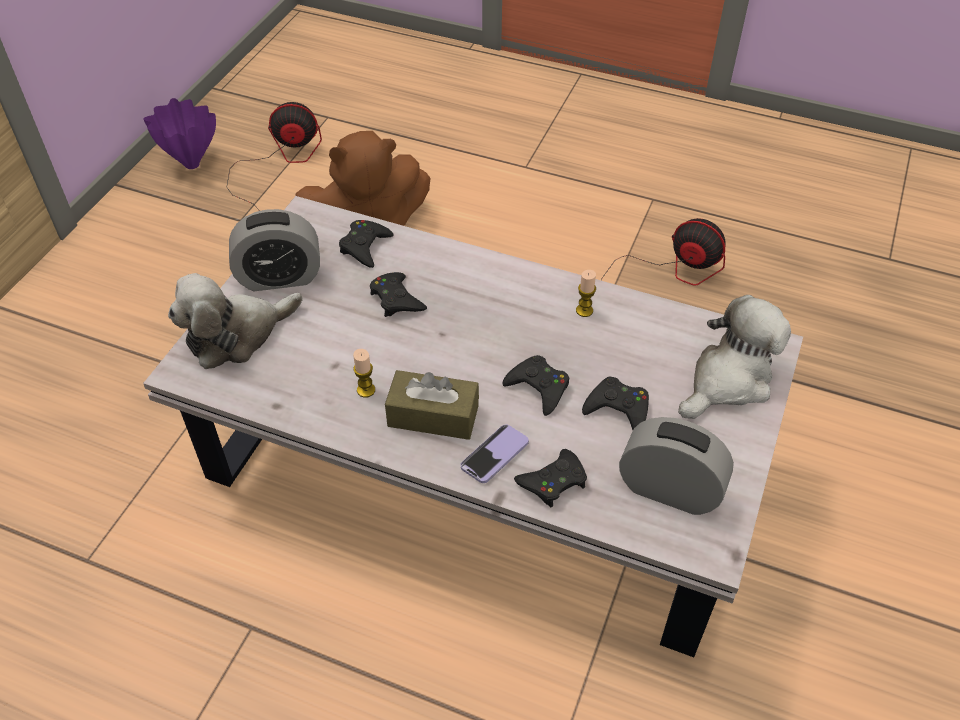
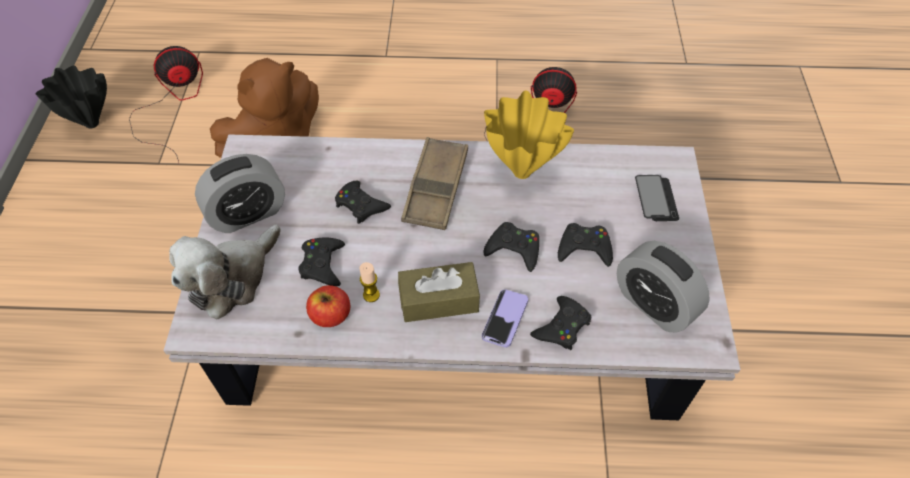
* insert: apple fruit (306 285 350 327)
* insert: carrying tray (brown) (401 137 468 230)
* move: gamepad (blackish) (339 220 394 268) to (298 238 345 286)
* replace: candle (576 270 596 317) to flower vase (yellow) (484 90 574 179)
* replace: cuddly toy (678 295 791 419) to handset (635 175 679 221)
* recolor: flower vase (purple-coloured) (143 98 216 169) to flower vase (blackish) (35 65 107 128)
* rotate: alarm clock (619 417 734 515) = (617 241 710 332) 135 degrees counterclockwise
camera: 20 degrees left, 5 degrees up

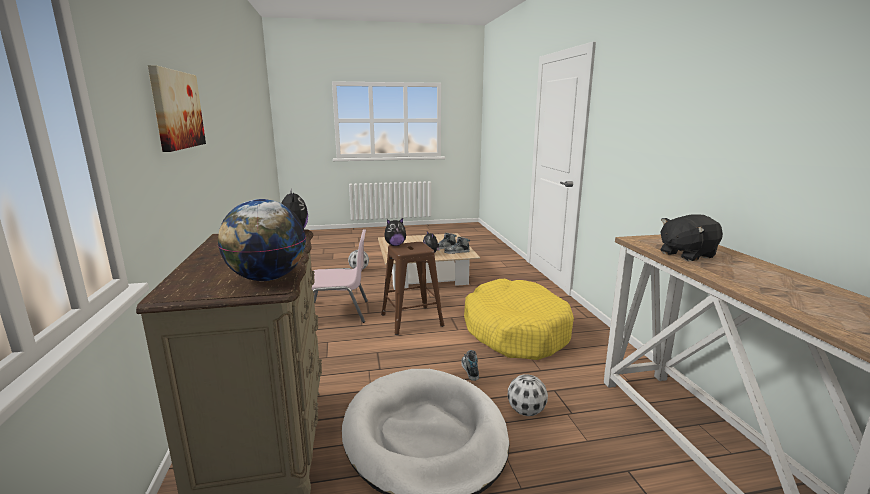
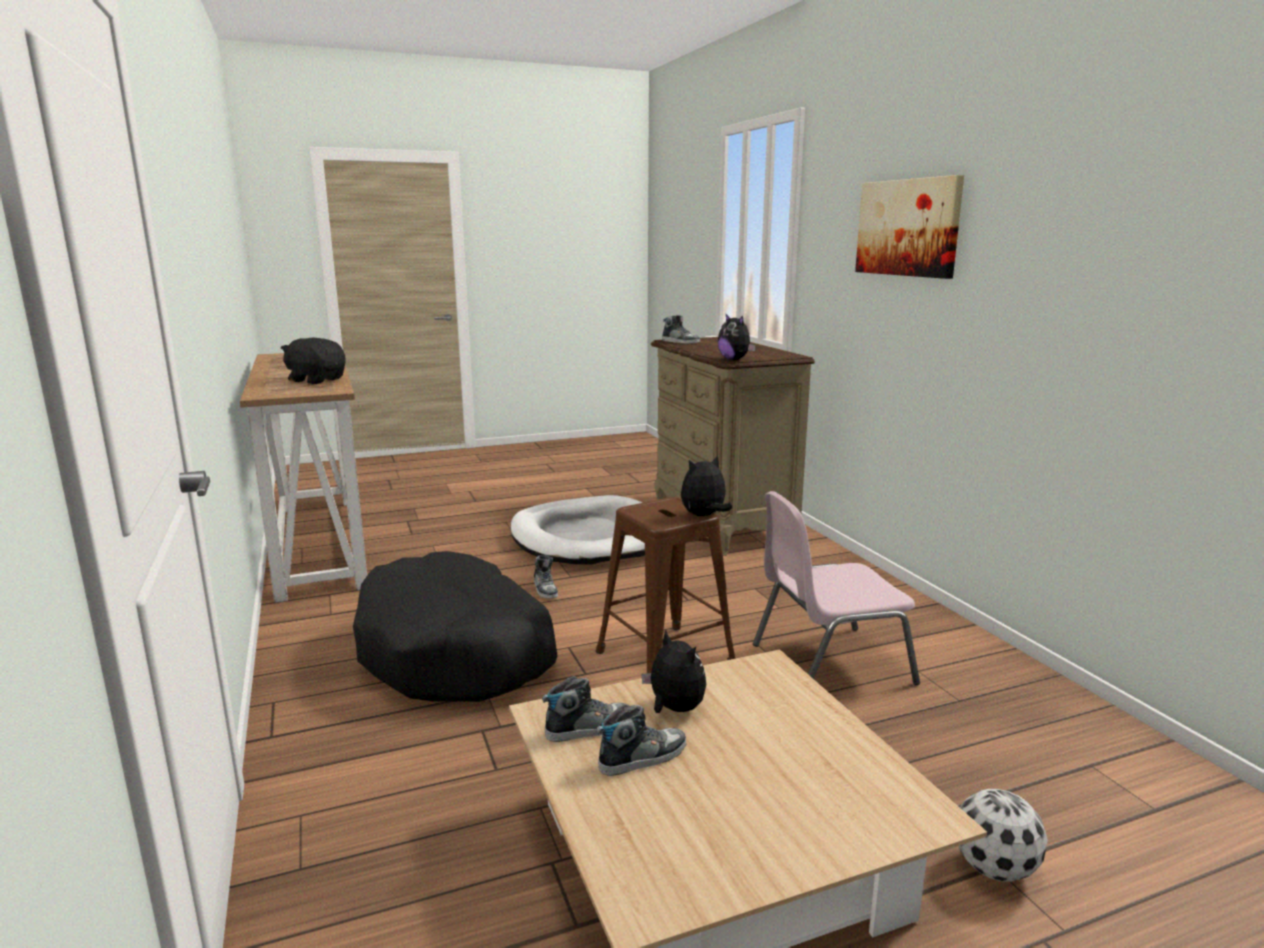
* delete: football (508 374 548 416)
* replace: globe (218 199 306 281) to shoe (662 315 700 344)
* recolor: dog cushion (yellow) (464 279 574 360) to dog cushion (blackish) (353 551 558 702)
* rotate: cuddly toy (blackish) (660 214 723 261) = (281 338 346 384) 120 degrees counterclockwise
camera: 170 degrees right, 0 degrees up

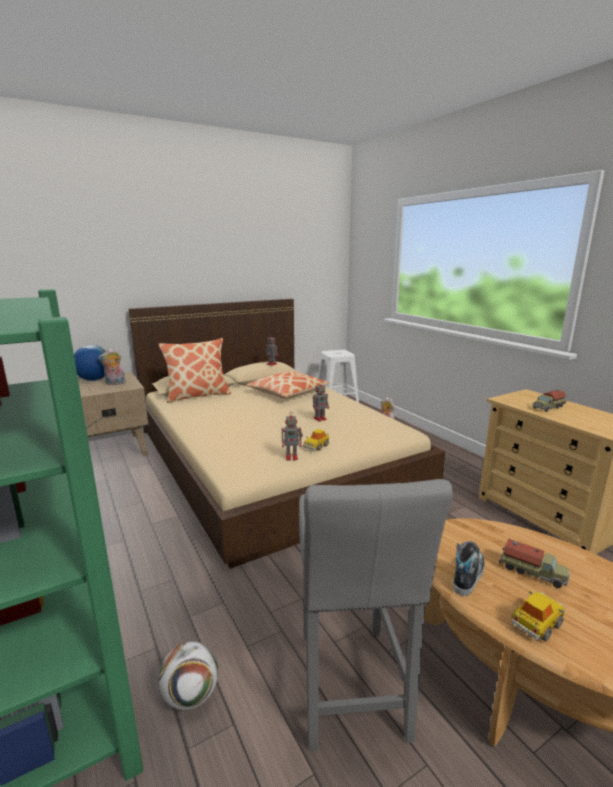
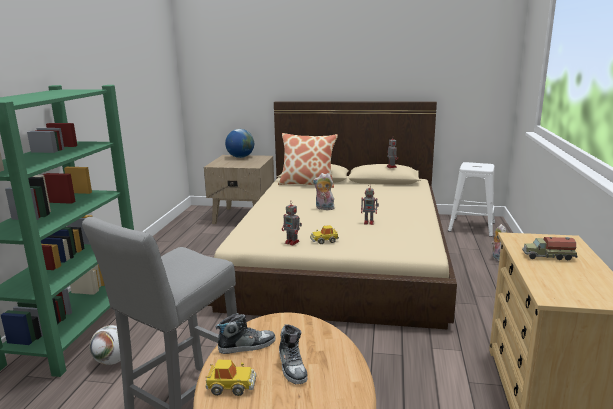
* delete: throw pillow (246 371 329 399)
* move: cuddly toy (98 348 126 385) to (313 173 335 210)
* replace: toy lorry (499 539 570 588) to shoe (279 324 308 384)
camera: 40 degrees right, 0 degrees up

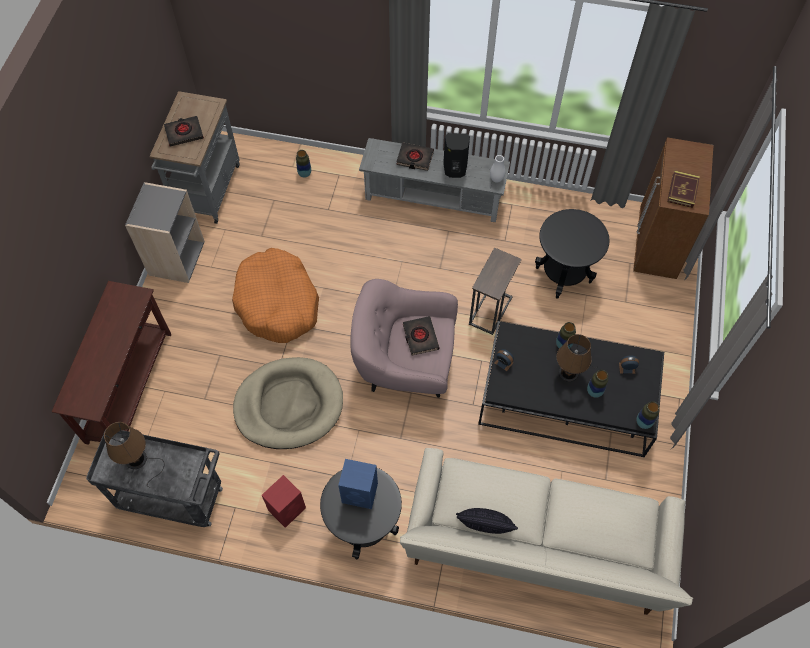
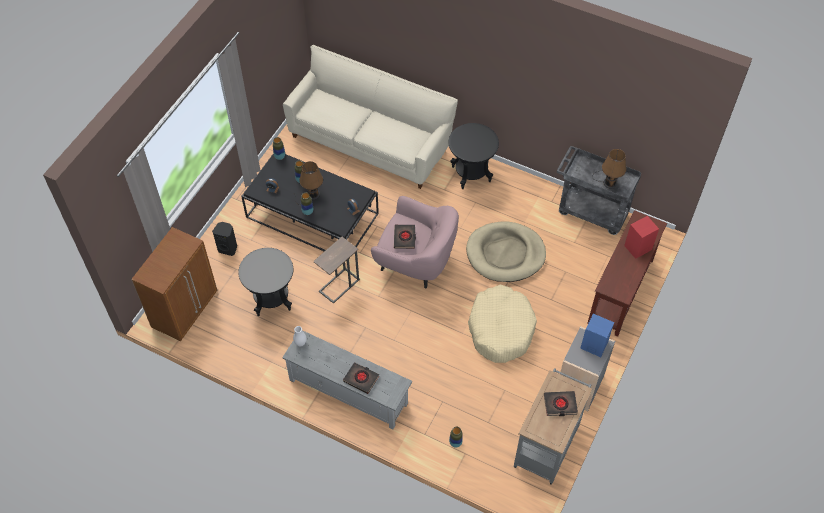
* delete: throw pillow (456 508 518 534)
* delete: bound book (667 170 700 208)
* move: loudspeaker (reddish) (262 475 306 528) to (624 216 659 259)
* move: loudspeaker (blue-coloured) (338 459 378 509) to (580 314 614 357)
* move: loudspeaker (blackish) (443 133 470 178) to (212 222 237 256)
* recolor: dog cushion (orange-coloured) (232 248 319 343) to dog cushion (beige) (468 285 537 363)
camera: 165 degrees left, 5 degrees down

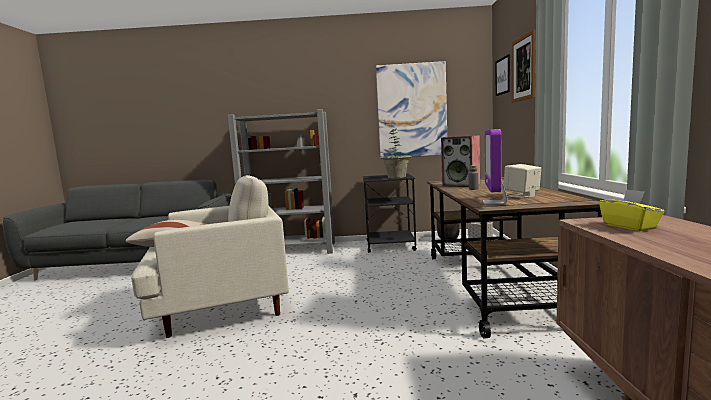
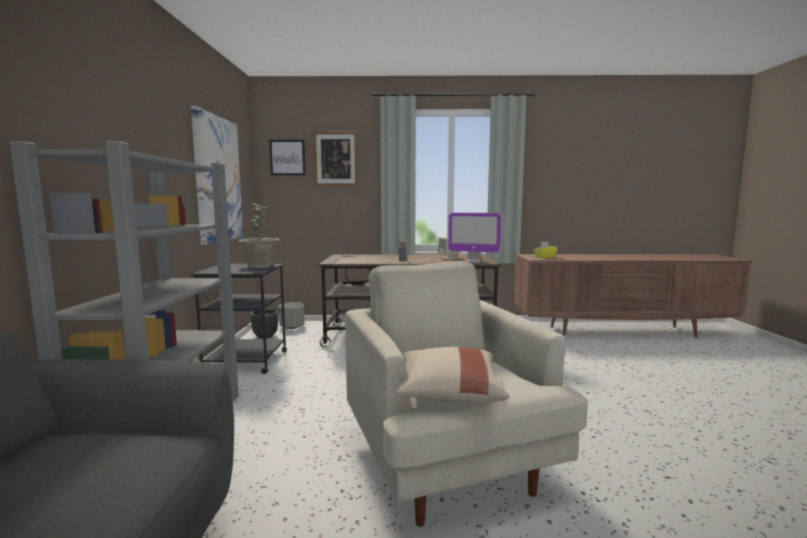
* delete: loudspeaker (441 135 480 187)
camera: 90 degrees left, 0 degrees up

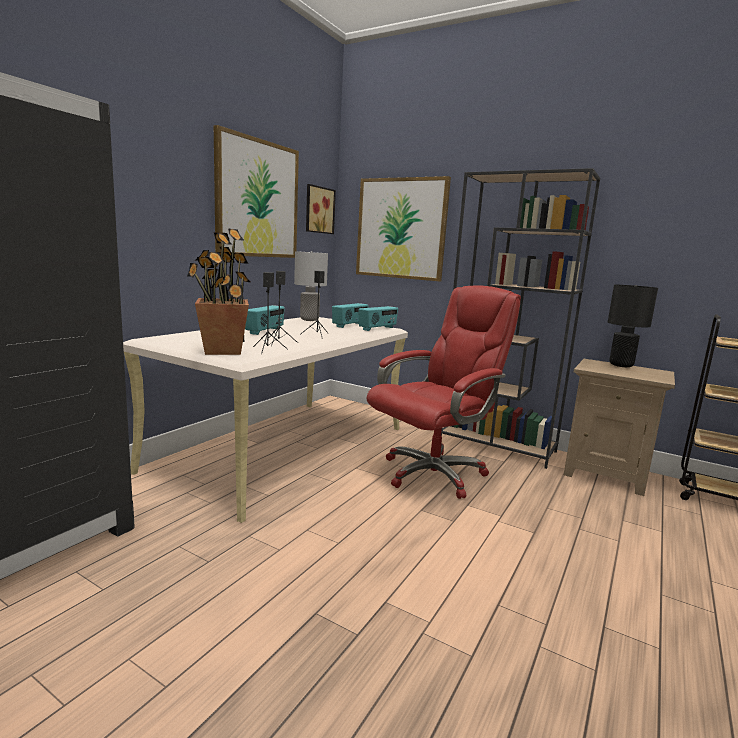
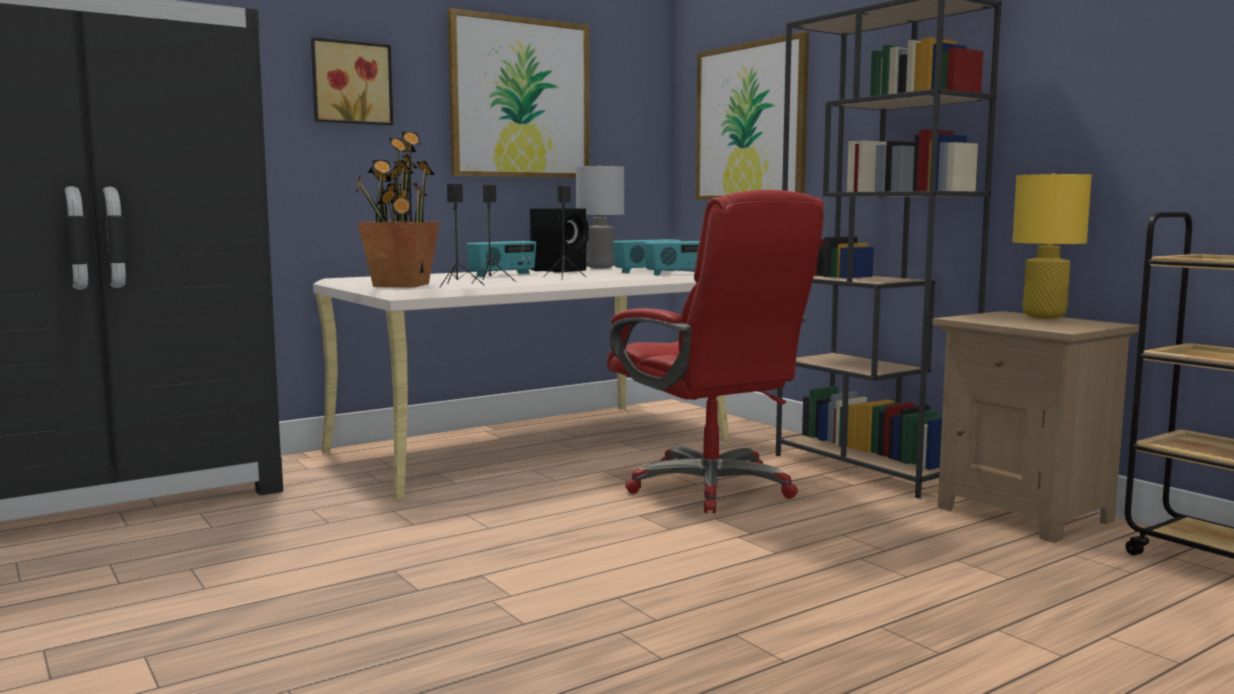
* insert: loudspeaker (blackish) (530 208 588 273)
* move: wall picture (306 184 336 234) to (311 37 393 125)
* recolor: table lamp (blackish) (608 285 658 367) to table lamp (yellow) (1012 173 1092 319)
* rotate: office chair (reddish) (367 285 521 499) = (607 190 824 513) 75 degrees clockwise
camera: 25 degrees right, 5 degrees down

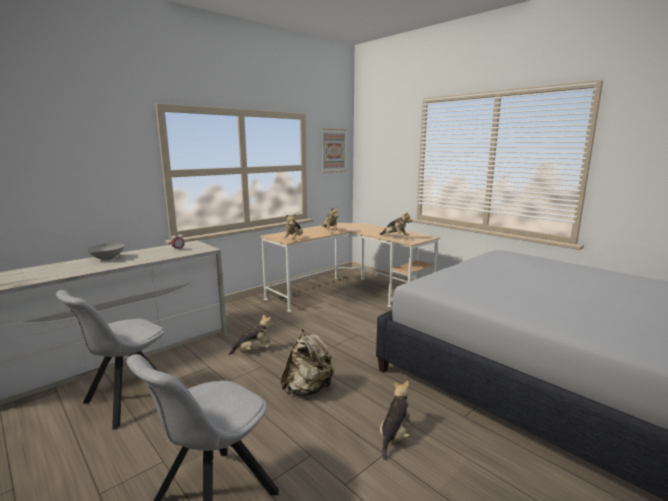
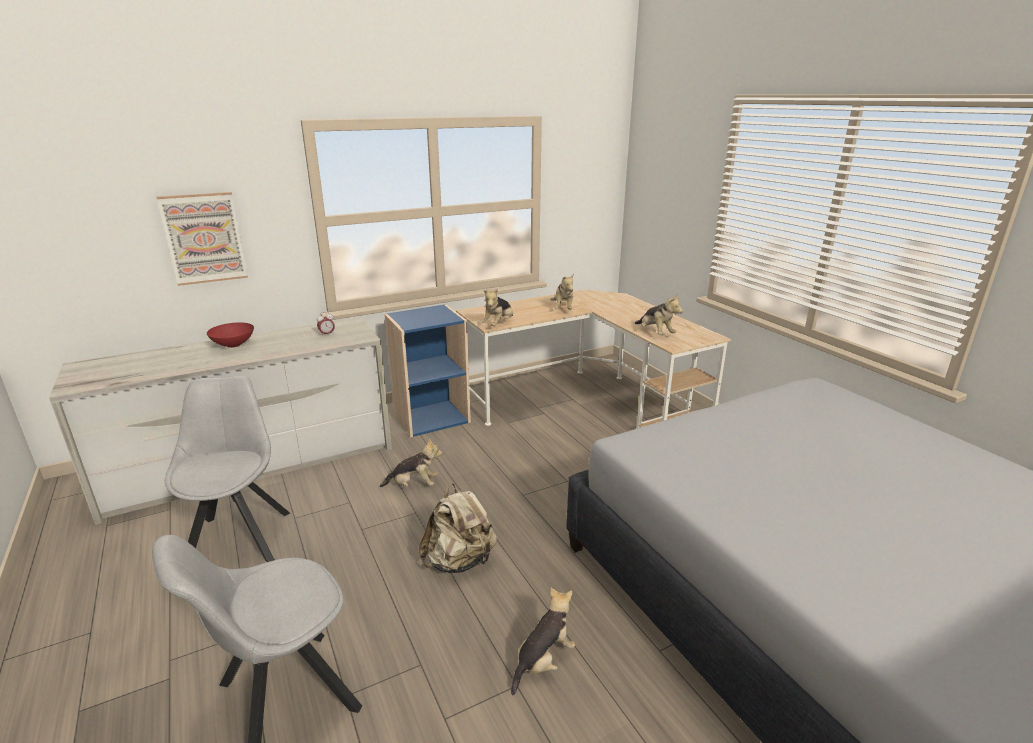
* insert: bookshelf (blue-coloured) (384 304 471 438)
* move: wall picture (321 129 346 173) to (157 192 248 286)
* recolor: bowl (greyish) (87 243 124 260) to bowl (reddish) (207 322 254 348)
* rotate: chair (greyish) (56 290 165 429) = (165 376 290 562) 120 degrees clockwise
camera: 15 degrees right, 10 degrees up

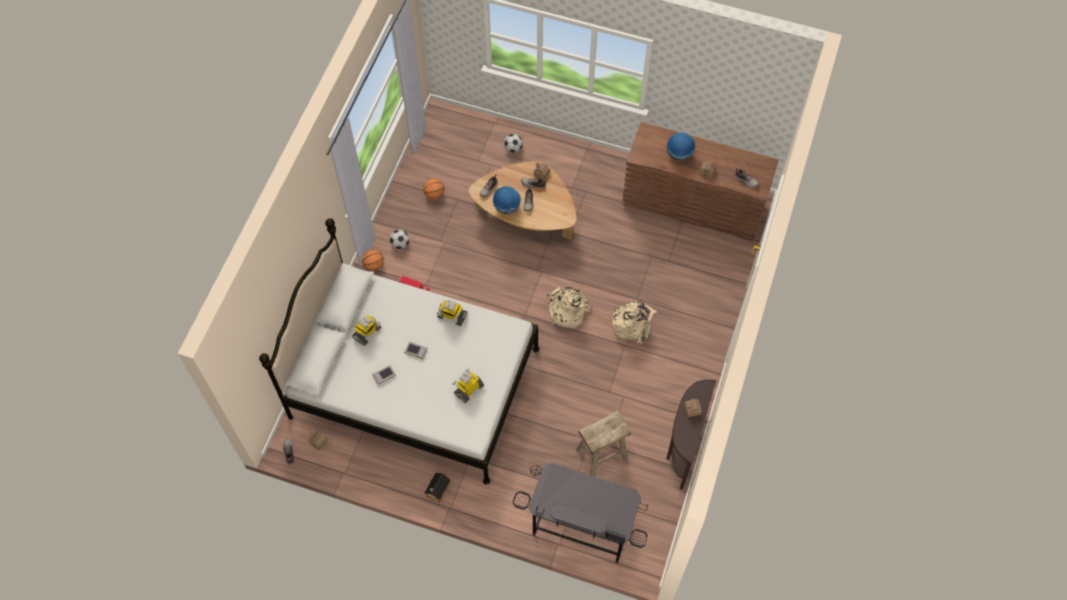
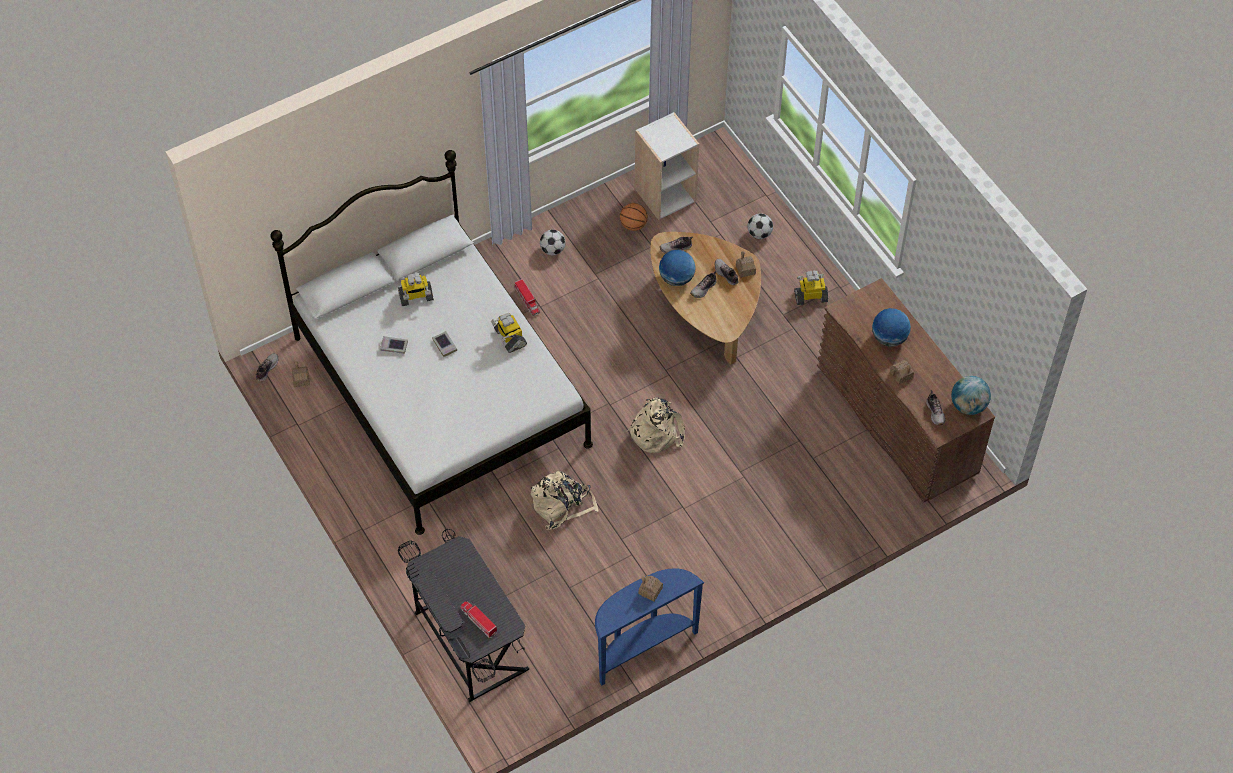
* delete: ball for basketball (362 249 384 271)
* delete: toy house (424 473 451 503)
* delete: stool seat (beige) (576 410 631 476)
* insert: toy lorry (460 602 498 638)
* insert: bookshelf (635 112 699 220)
* insert: globe (951 376 991 415)
* move: robot figure (452 368 484 403) to (794 271 828 305)
* move: knapsack (beige) (612 300 657 345) to (531 471 599 530)
* recolor: hall table (brown) (666 380 716 490) to hall table (blue-coloured) (595 568 704 685)
camera: 40 degrees right, 5 degrees down

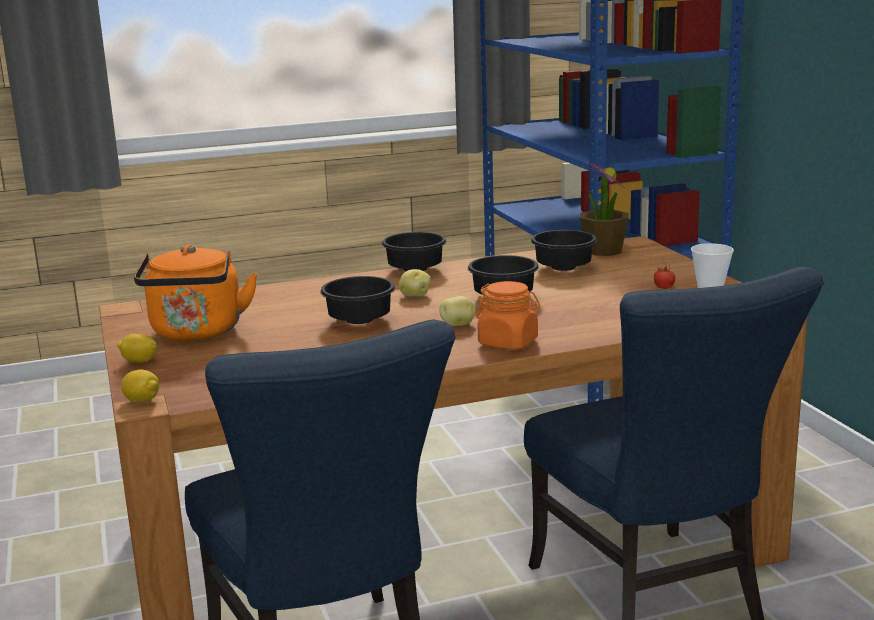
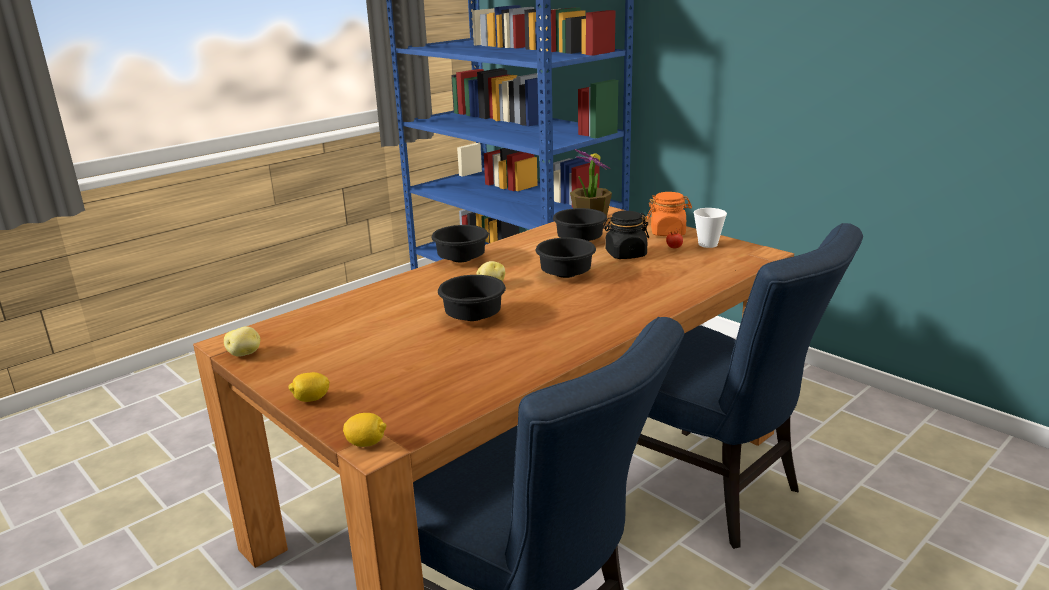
* delete: tea kettle (orange-coloured) (134 245 258 341)
* insert: preserve jar (blackish) (603 211 649 259)
* move: spud (439 296 476 326) to (224 326 260 357)
* move: preserve jar (orange-coloured) (477 281 540 350) to (647 192 692 236)
camera: 25 degrees left, 5 degrees up

